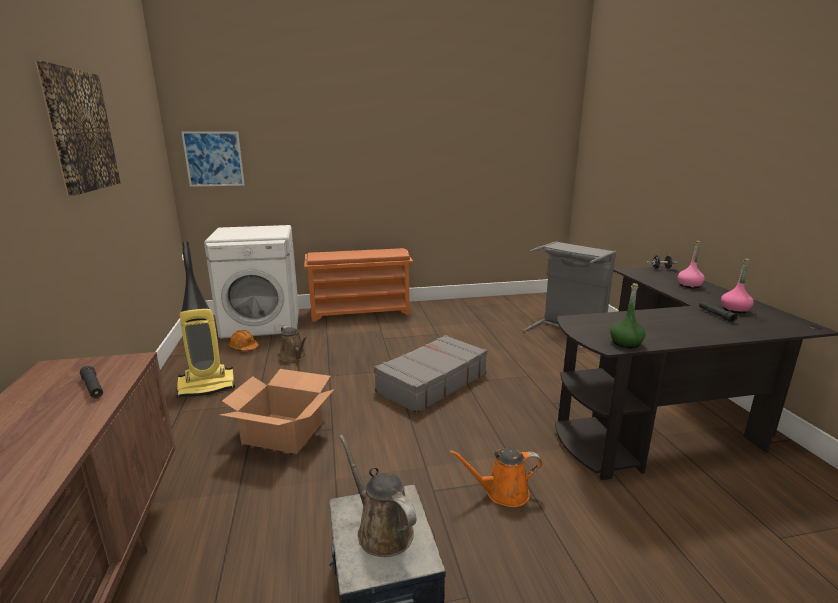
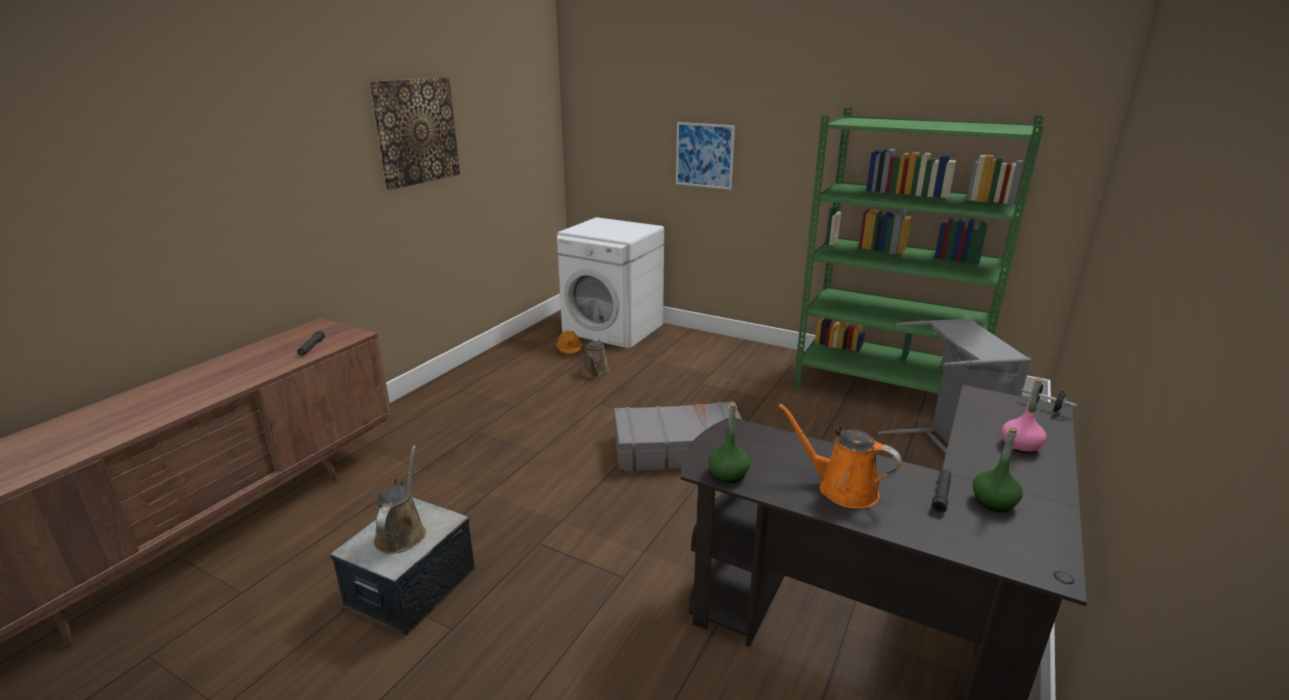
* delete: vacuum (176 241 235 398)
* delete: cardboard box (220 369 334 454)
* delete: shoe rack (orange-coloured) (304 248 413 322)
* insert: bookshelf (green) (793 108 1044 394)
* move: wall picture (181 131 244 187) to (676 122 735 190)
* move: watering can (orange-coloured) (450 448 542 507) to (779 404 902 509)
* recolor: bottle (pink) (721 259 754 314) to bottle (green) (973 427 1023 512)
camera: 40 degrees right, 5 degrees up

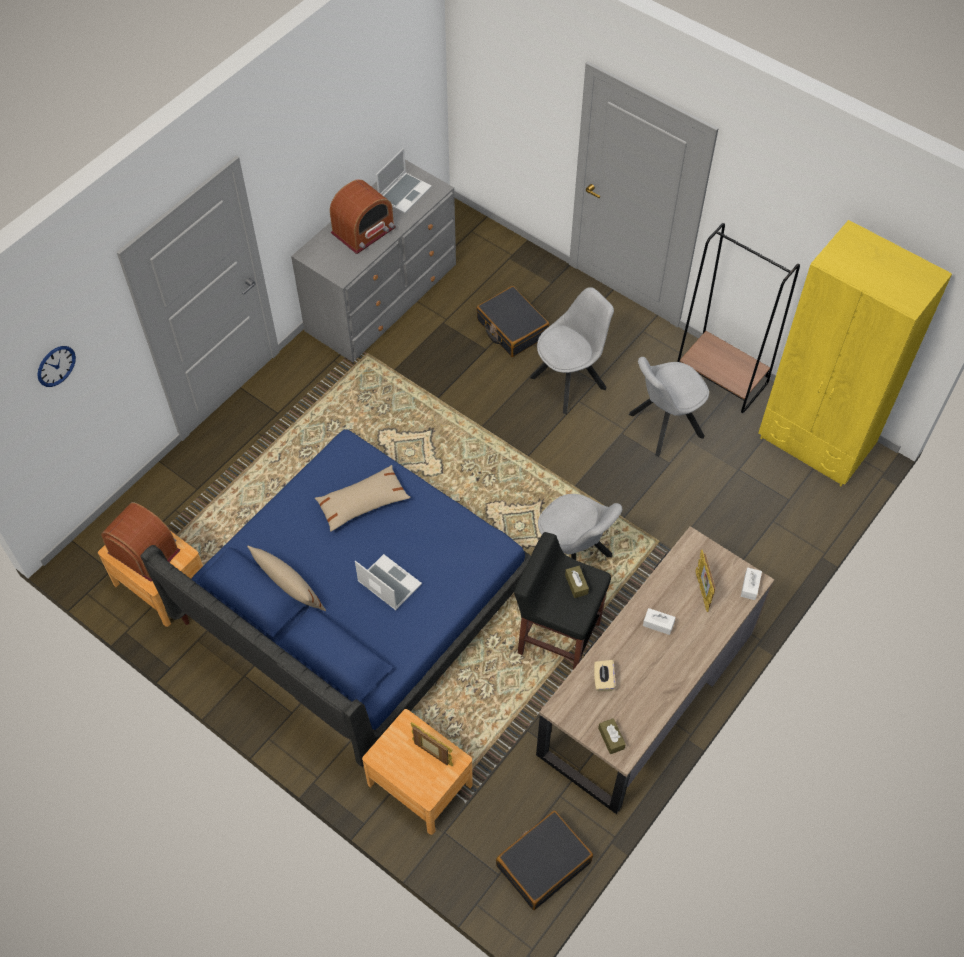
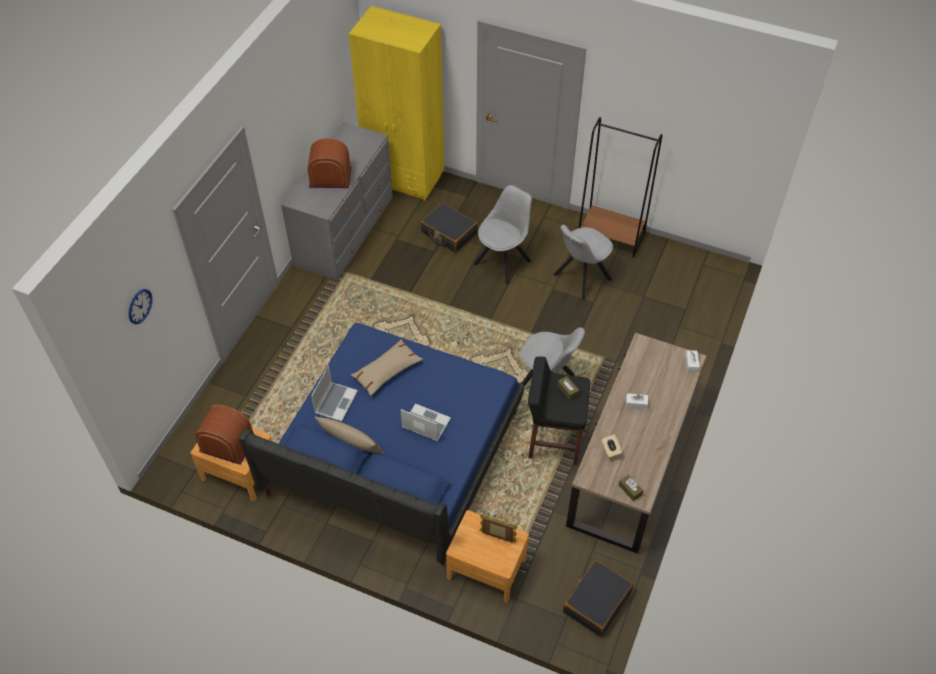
* delete: picture frame (695 550 716 612)
* move: notebook computer (376 148 432 213) to (311 365 358 422)
* move: wardrobe (yellow) (758 220 952 486) to (349 6 444 201)
* rotate: radio (330 179 396 254) = (307 138 352 188) 120 degrees counterclockwise
camera: 15 degrees left, 5 degrees down

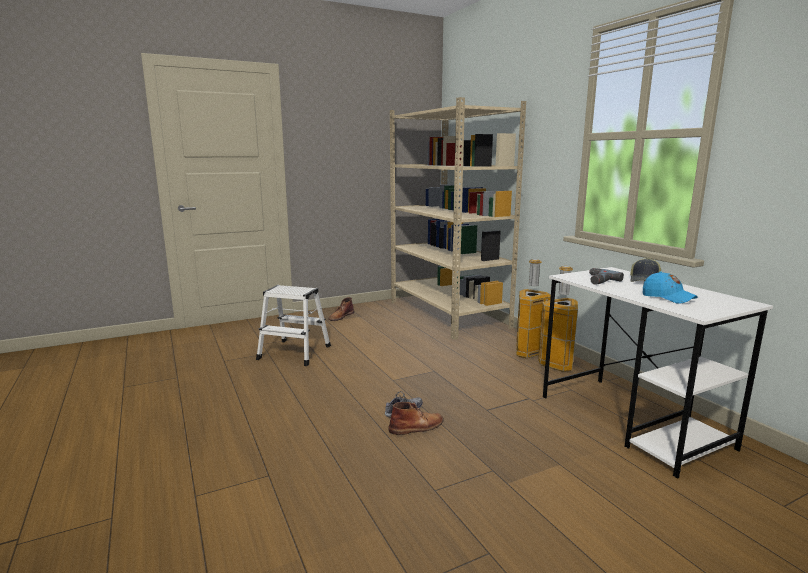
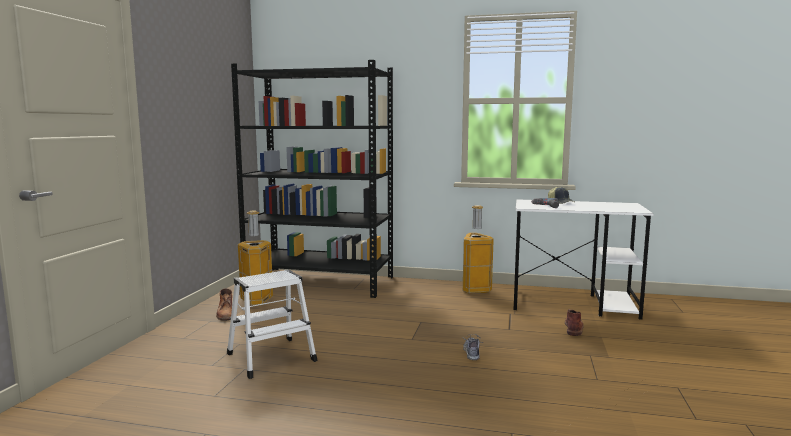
* delete: peaked cap (blue-coloured) (643 272 698 304)
* move: tall boot (brown) (389 402 444 435) to (565 309 584 336)
* move: rubbish bin (516 259 551 358) to (238 211 273 306)
* recolor: bookshelf (beige) (390 97 526 340) to bookshelf (blackish) (231 60 393 298)
camera: 50 degrees left, 5 degrees down

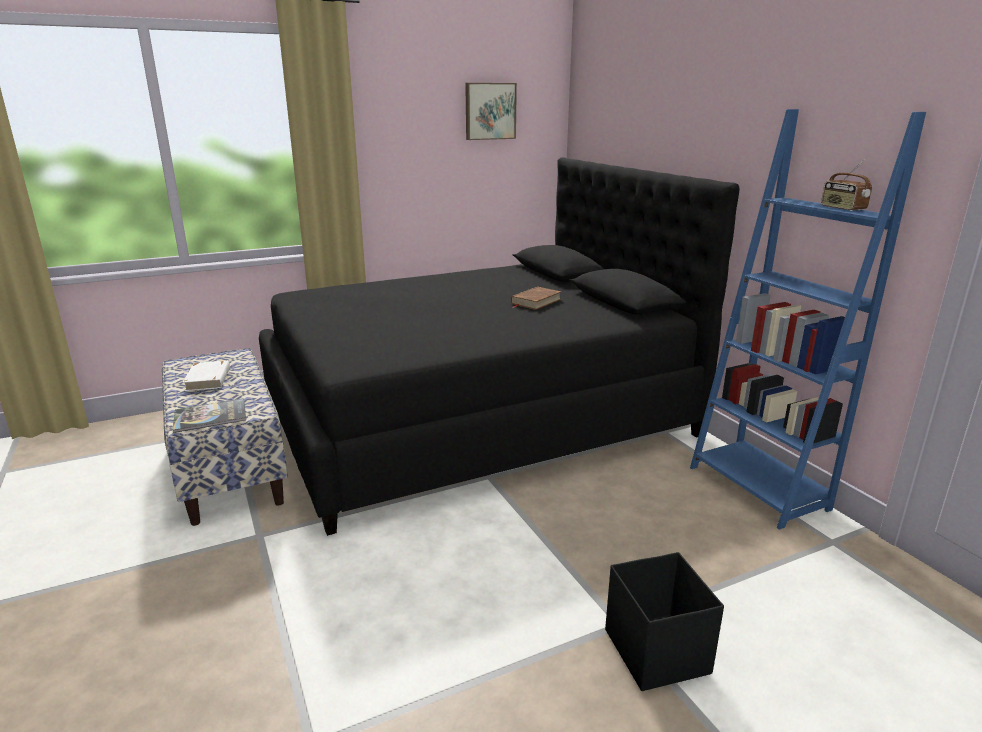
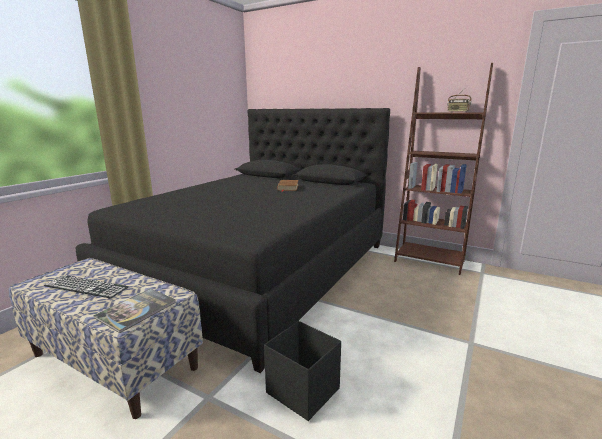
* delete: wall picture (465 83 517 140)
* move: storage bin (blackish) (605 552 724 691) to (264 321 341 421)
* replace: bound book (white) (183 360 230 391) to PC keyboard (44 275 129 298)
* recolor: bookshelf (blue-coloured) (690 109 926 530) to bookshelf (brown) (394 63 493 275)
camera: 35 degrees left, 5 degrees down

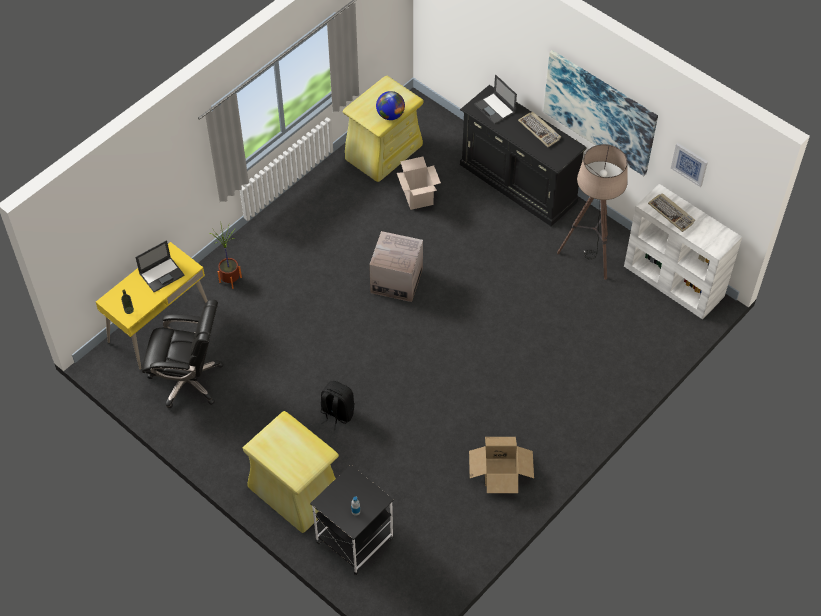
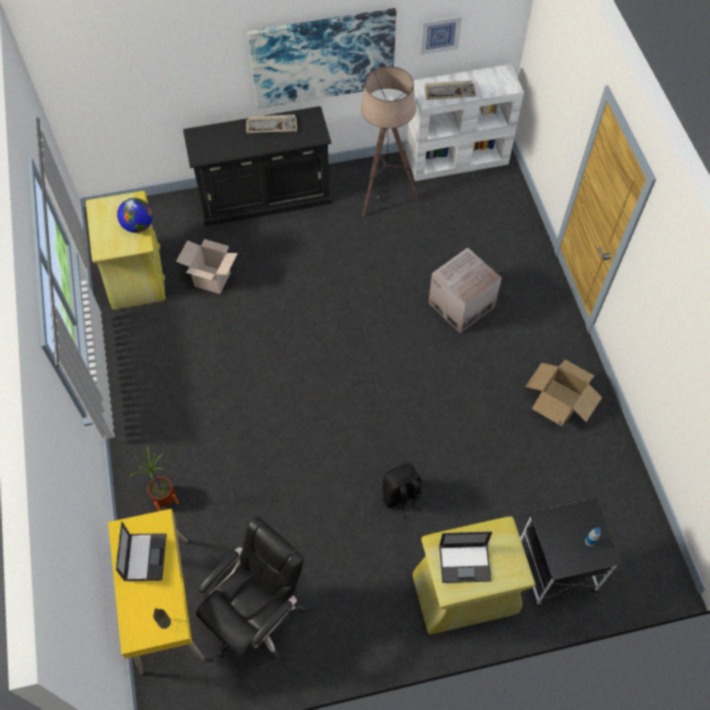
* move: cardboard box (369 231 423 302) to (428 248 502 334)
* move: notebook computer (474 75 517 124) to (439 531 492 583)
camera: 55 degrees left, 5 degrees up

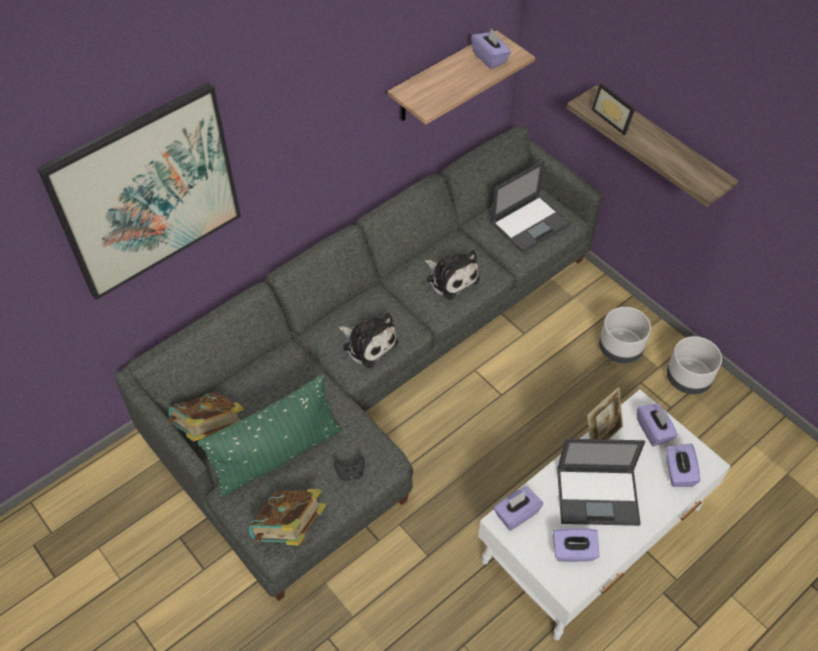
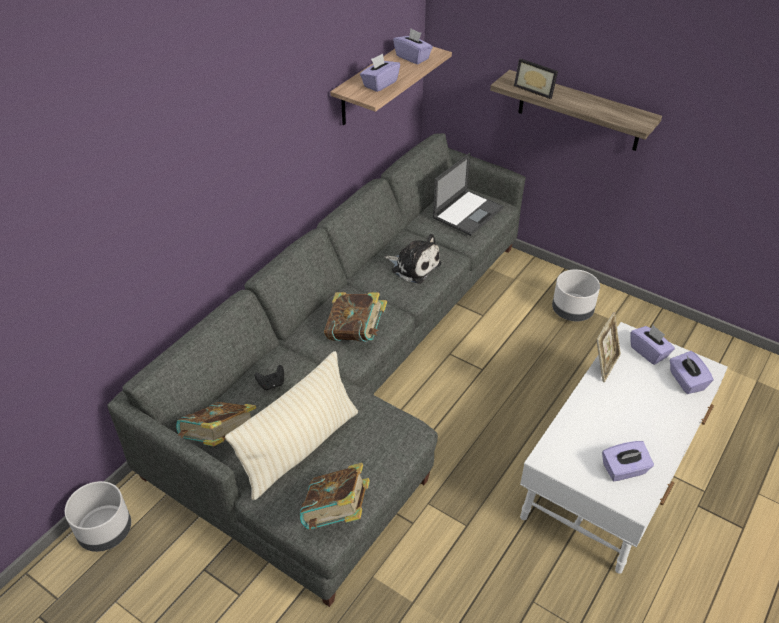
* delete: wall picture (37 82 241 300)
* delete: notebook computer (557 439 645 526)
* move: gamepad (blackish) (334 456 365 481) to (255 365 284 390)
* move: tissue box (purple-coloured) (494 487 543 531) to (360 53 400 92)
* move: flower pot (greyish) (667 336 722 394) to (65 481 131 552)
* replace: cuddly toy (339 313 398 368) to bound book (324 292 387 342)
* recolor: throw pillow (green) (198 375 342 497) to throw pillow (beige) (225 351 358 500)
camera: 15 degrees left, 10 degrees down

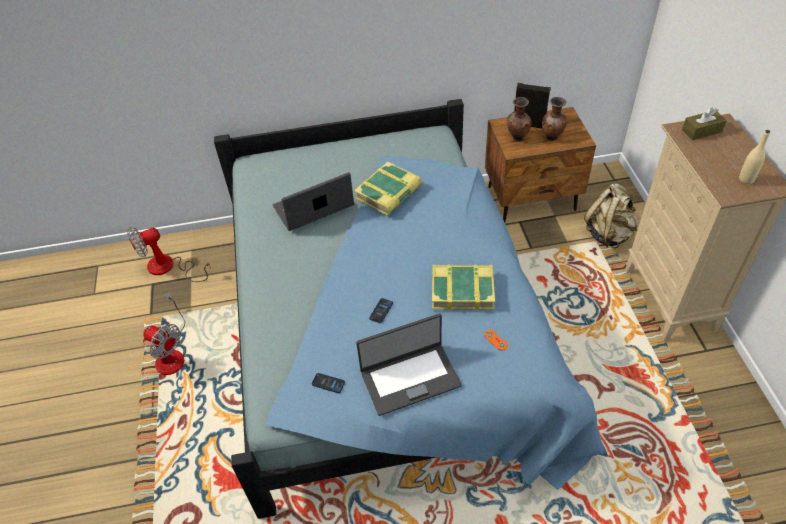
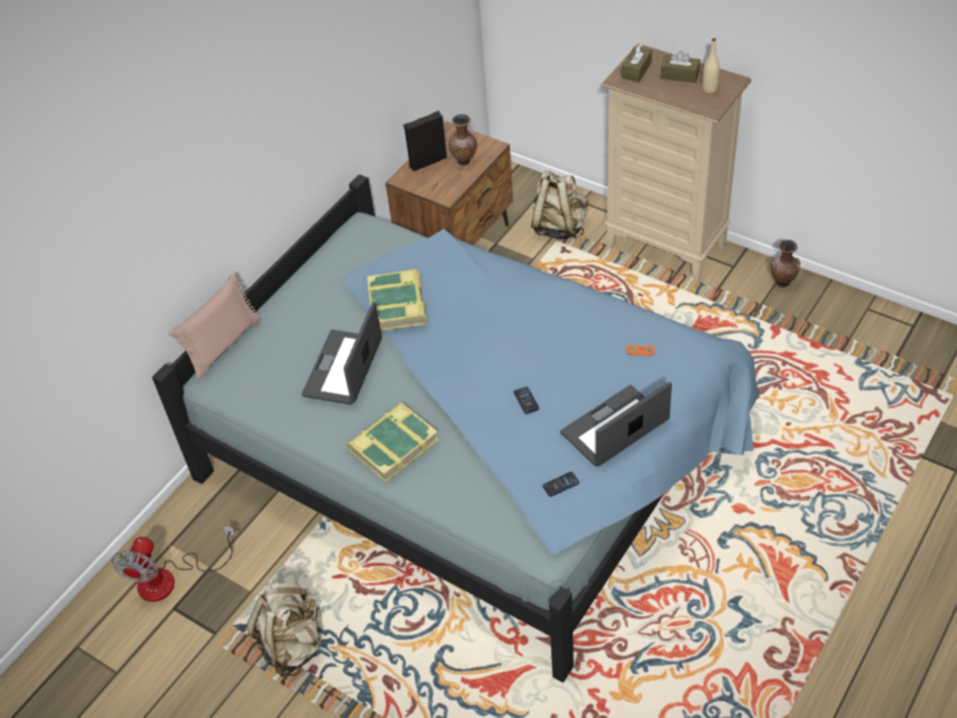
* insert: throw pillow (beige) (169 272 261 380)
* insert: tissue box (brown) (661 51 700 83)
* move: bound book (432 264 495 310) to (347 403 439 482)
* move: flower vase (brown) (507 97 532 142) to (770 240 800 287)
* replace: electric fan (143 291 185 375) to knapsack (beige) (246 583 322 677)
* rotate: notebook computer (356 313 462 416) = (560 382 672 467) 150 degrees counterclockwise
camera: 45 degrees left, 0 degrees up

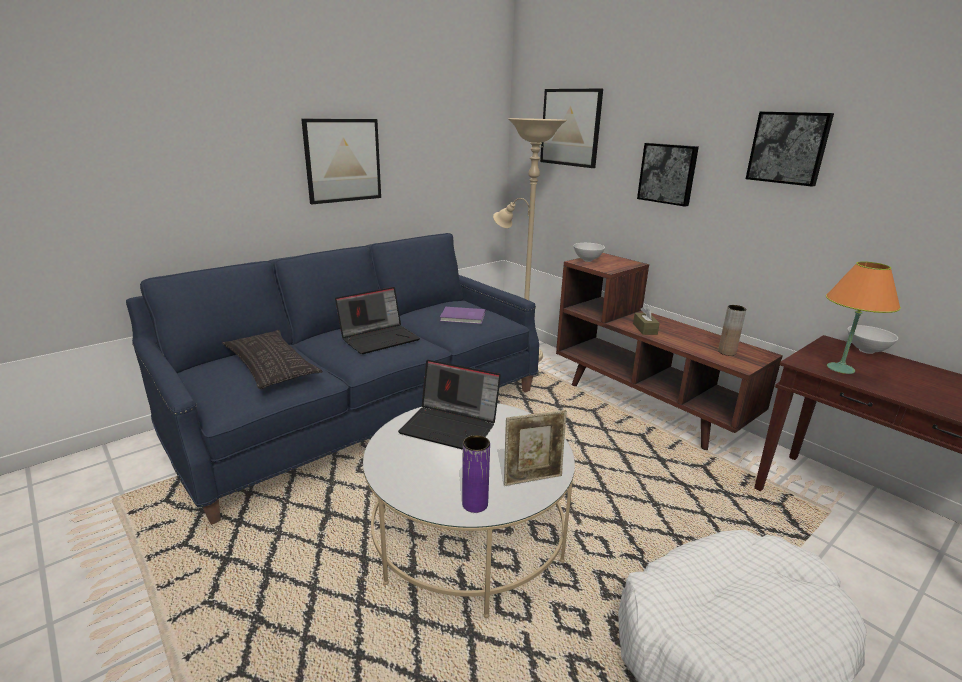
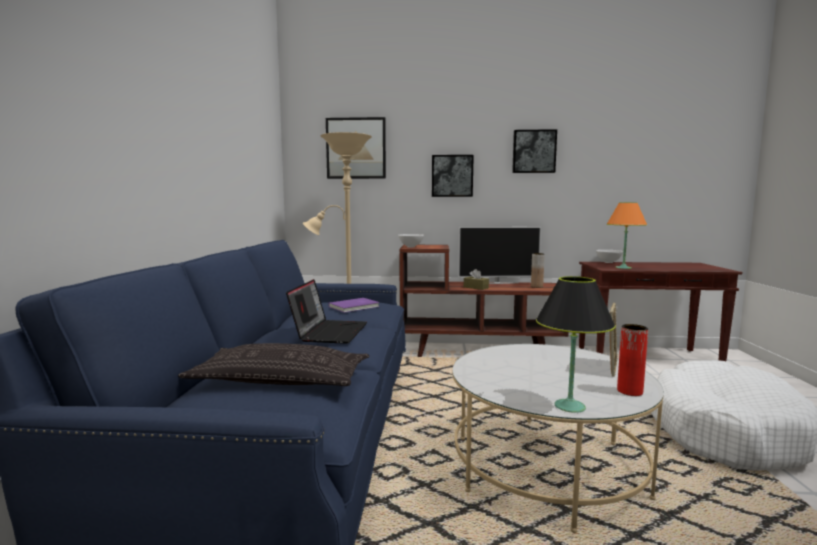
* delete: wall picture (301 119 381 204)
* delete: notebook computer (398 360 501 450)
* insert: TV (458 227 541 284)
* insert: table lamp (blackish) (536 276 616 413)
* recolor: flower vase (purple-coloured) (462 435 490 513) to flower vase (reddish) (617 324 648 396)
camera: 45 degrees left, 15 degrees down

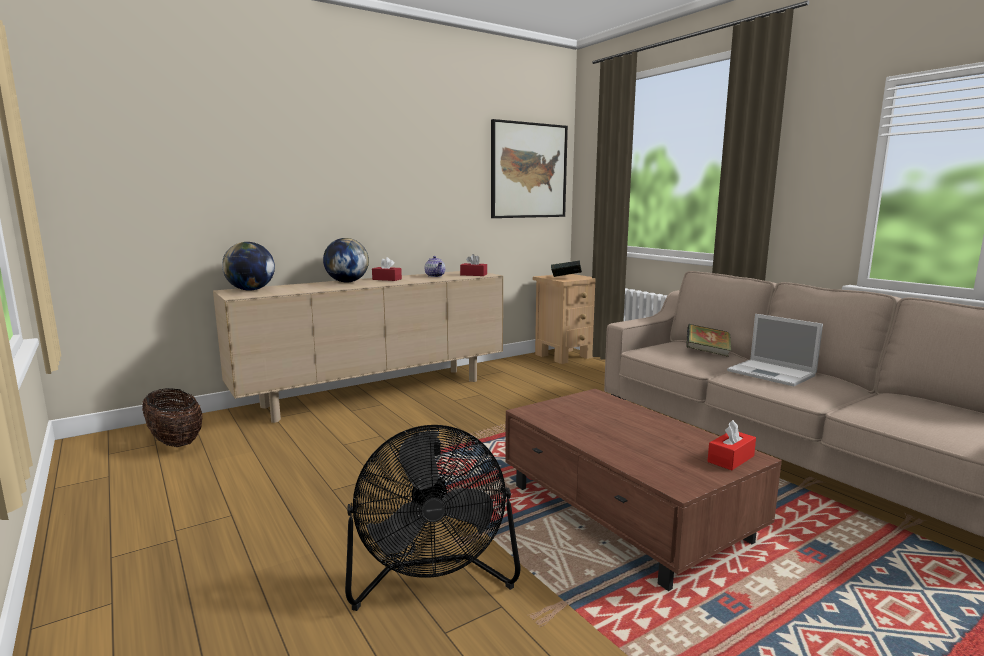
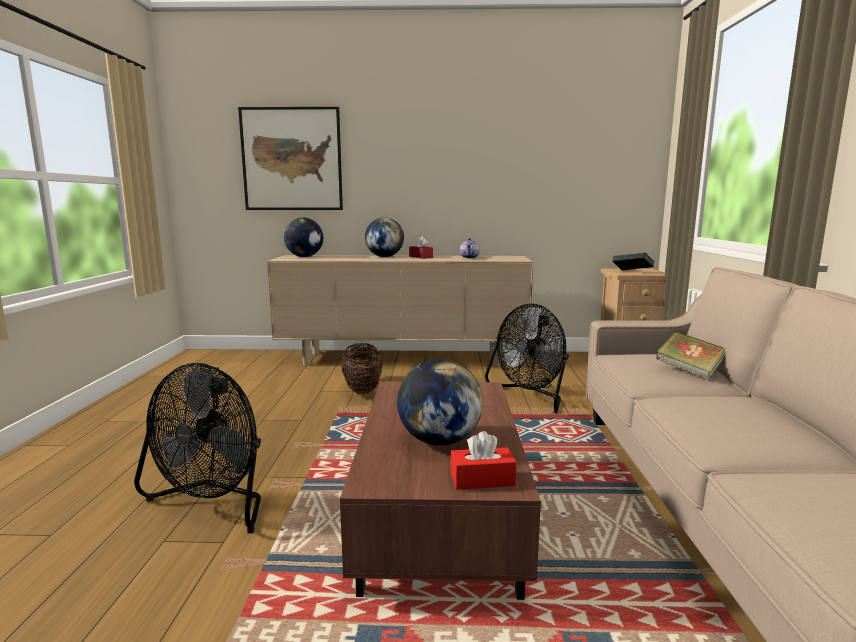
* delete: tissue box (reddish) (460 254 487 276)
* delete: notebook computer (727 314 823 387)
* insert: globe (397 359 483 446)
* insert: electric fan (blackish) (485 304 569 414)
* move: storage basket (142 388 203 447) to (341 343 382 394)
* move: wall picture (491 119 568 218) to (238 107 343 210)
camera: 35 degrees right, 0 degrees up

